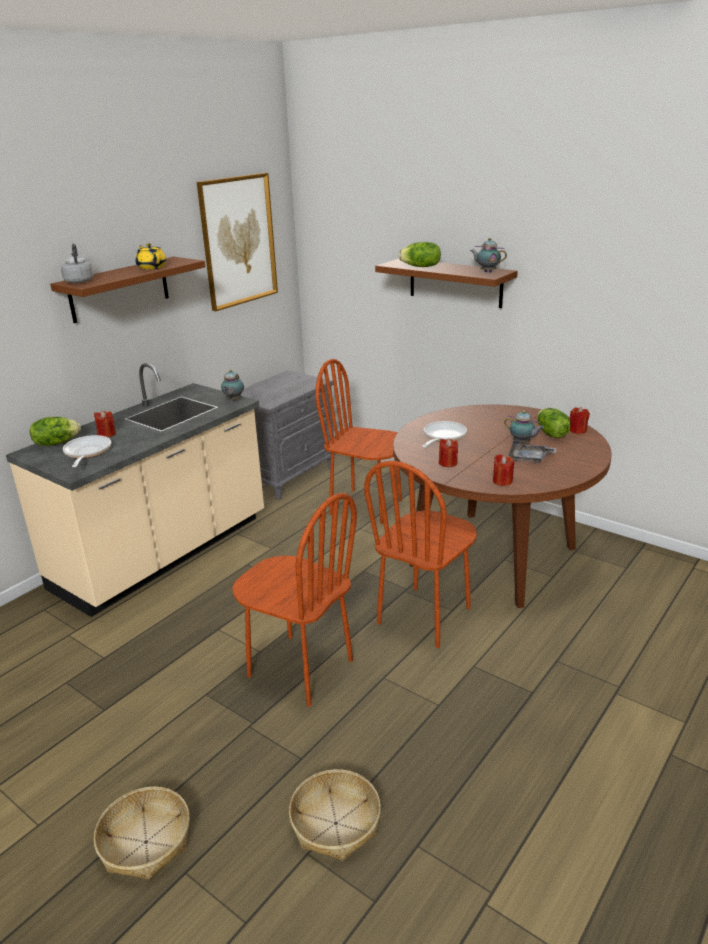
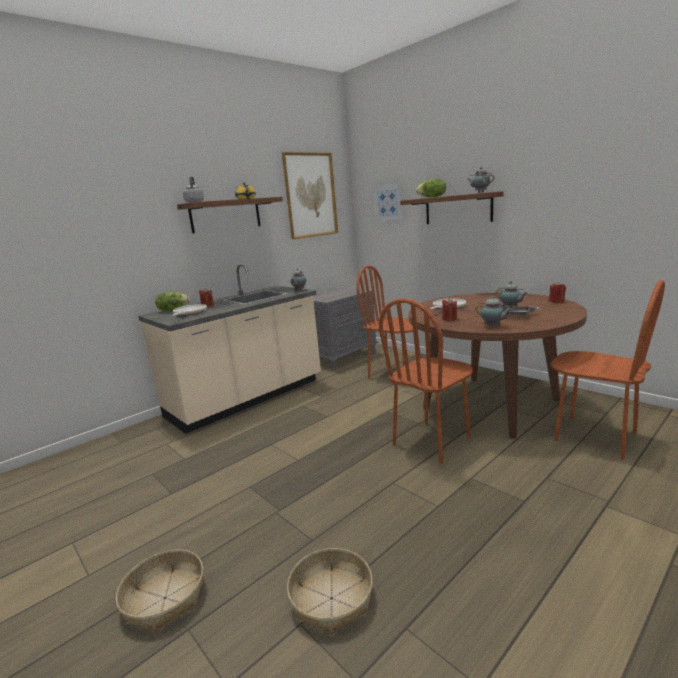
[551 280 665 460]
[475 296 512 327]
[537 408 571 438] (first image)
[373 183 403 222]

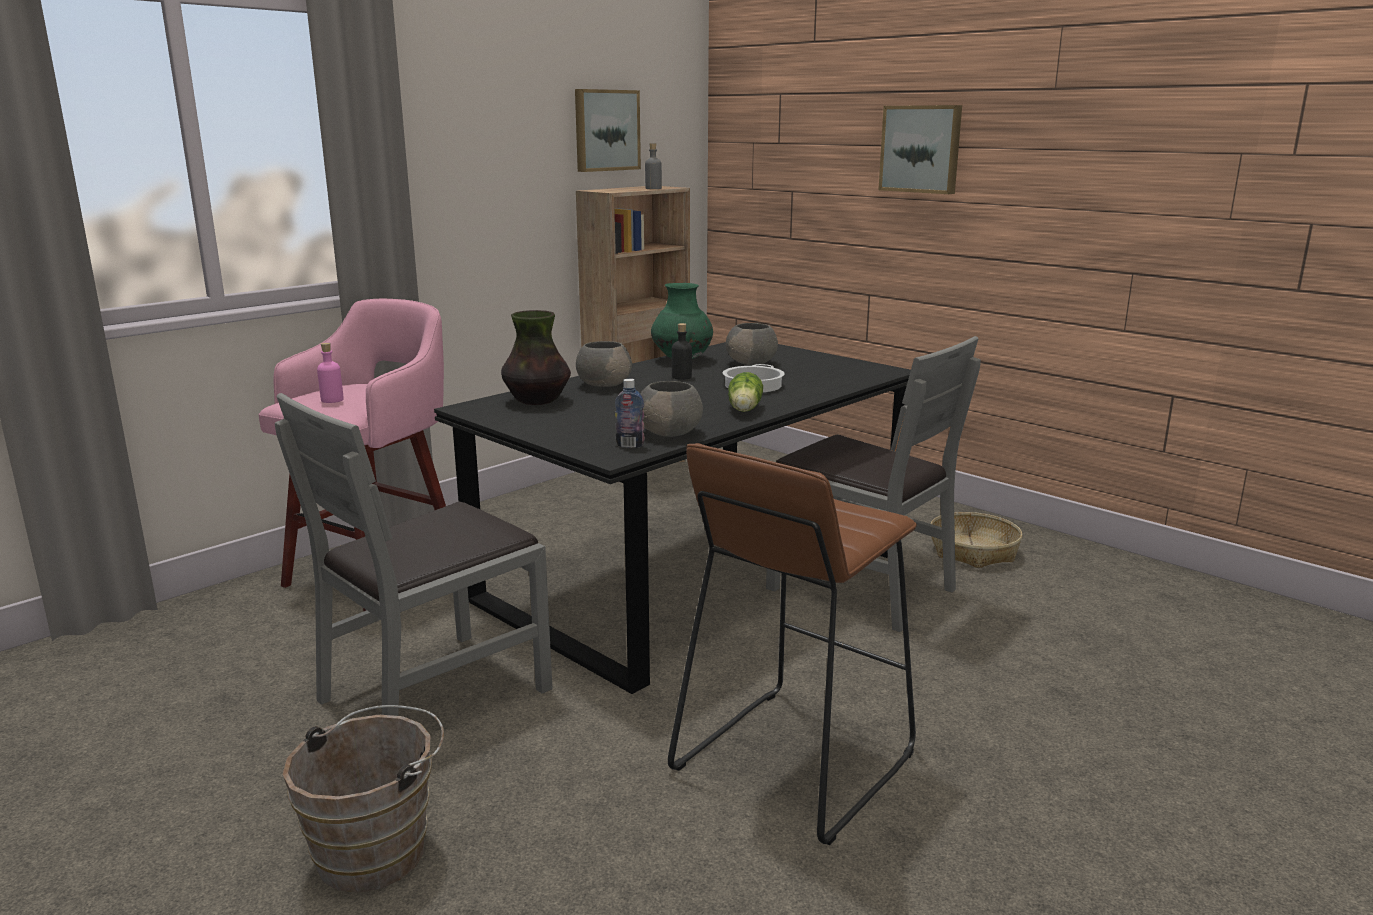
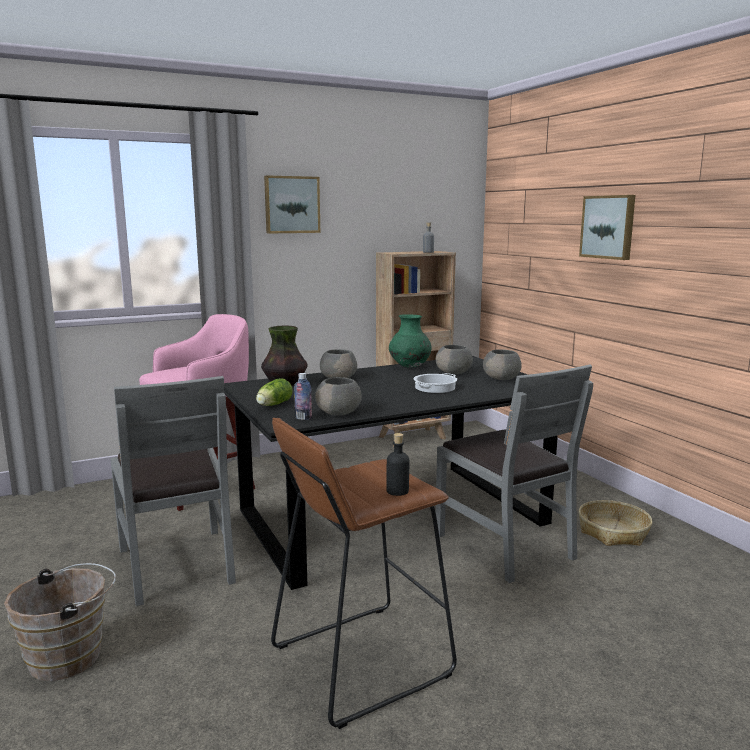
[110 376 236 606]
[317 343 344 403] (first image)
[264 175 320 234]
[386 433 409 496]
[256 378 293 406]
[483 349 522 380]

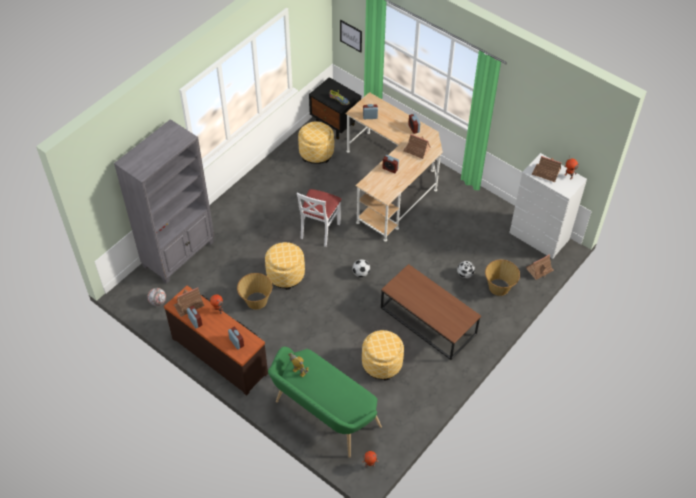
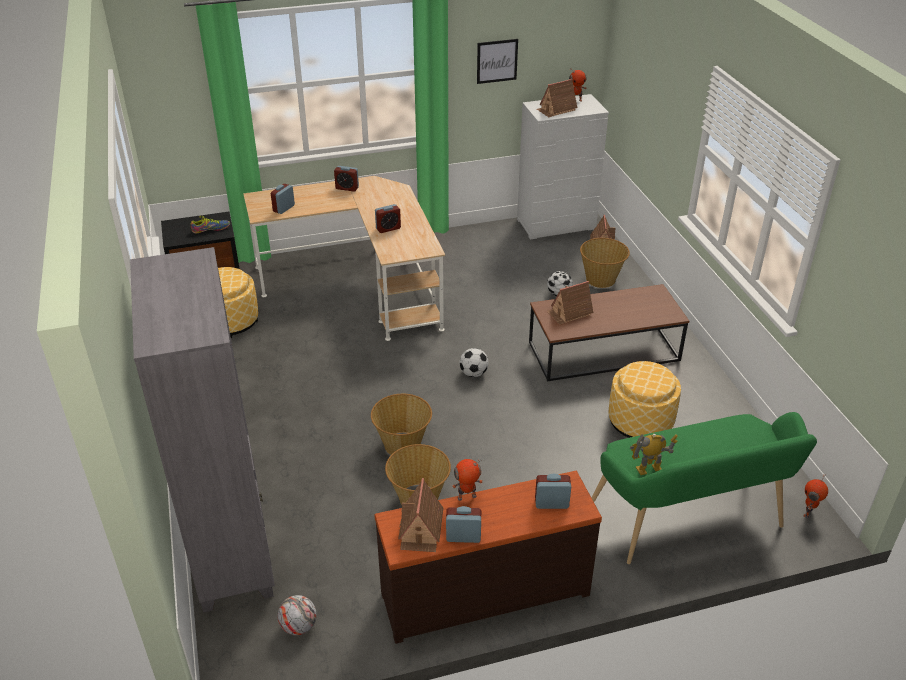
[371 394 432 455]
[297 189 341 247] (first image)
[477 39 518 84]
[547 281 594 325]

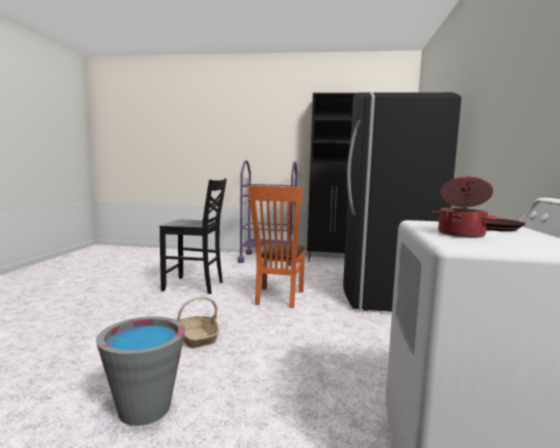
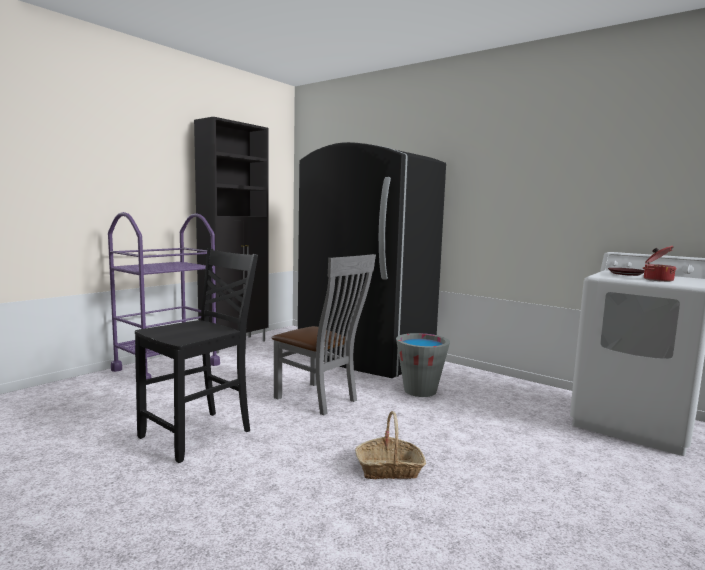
[396 333 450 397]
[271 254 376 415]

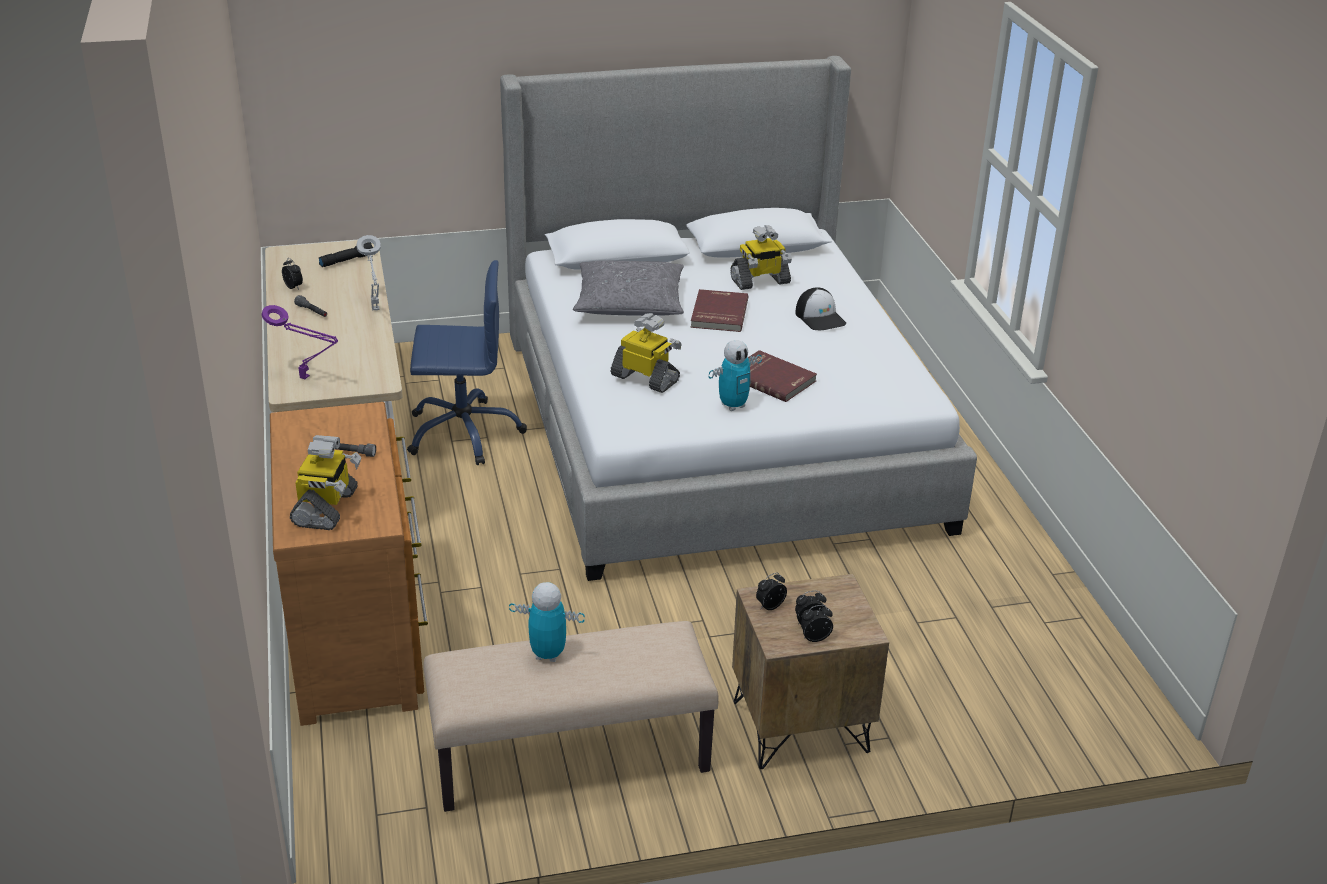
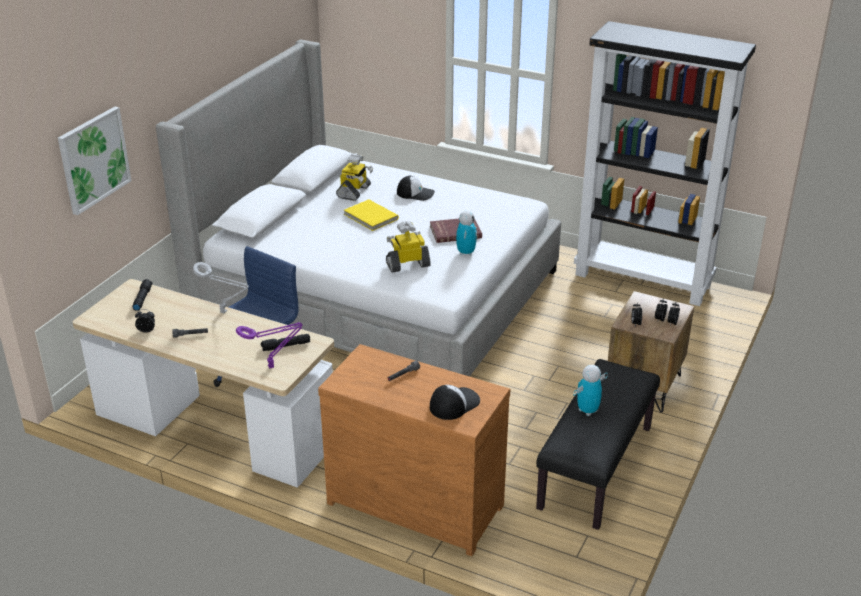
[430 385 480 420]
[536 359 660 530]
[573 260 684 316] (first image)
[344 199 399 231]
[58 107 132 215]
[261 334 310 351]
[574 21 756 306]

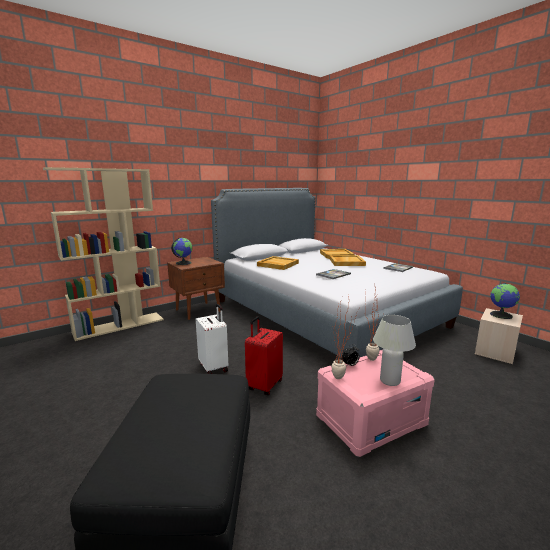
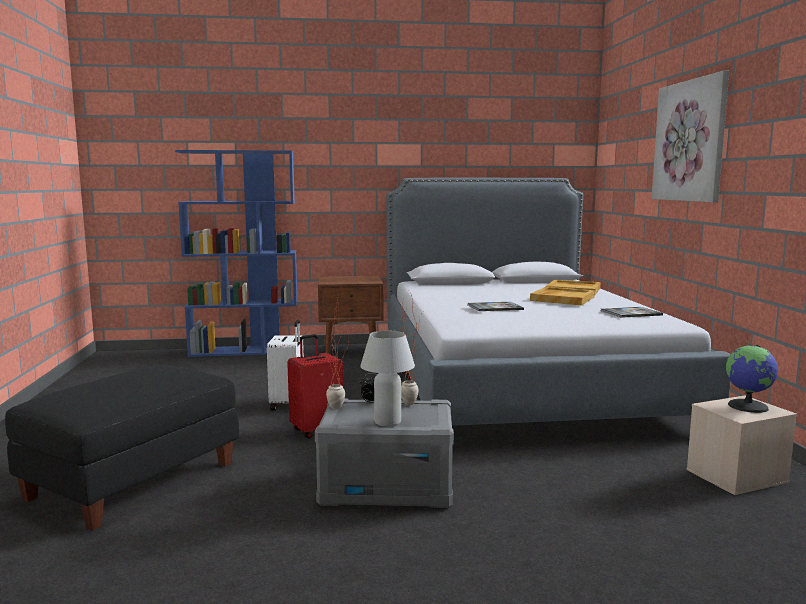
[175 150 298 357]
[171 238 193 265] (first image)
[257 256 299 270] (first image)
[315 398 454 508]
[652 70 729 202]

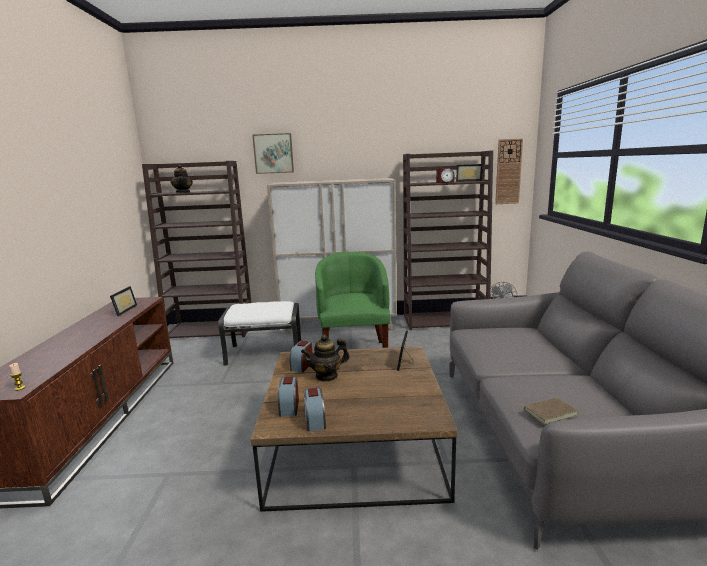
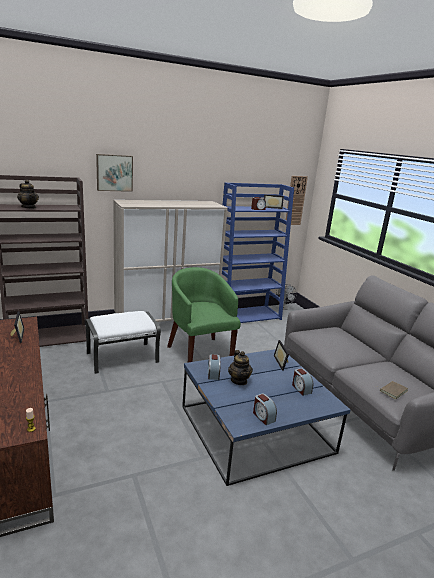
[182 349 350 486]
[292 368 313 396]
[228 350 253 385]
[222 182 294 323]

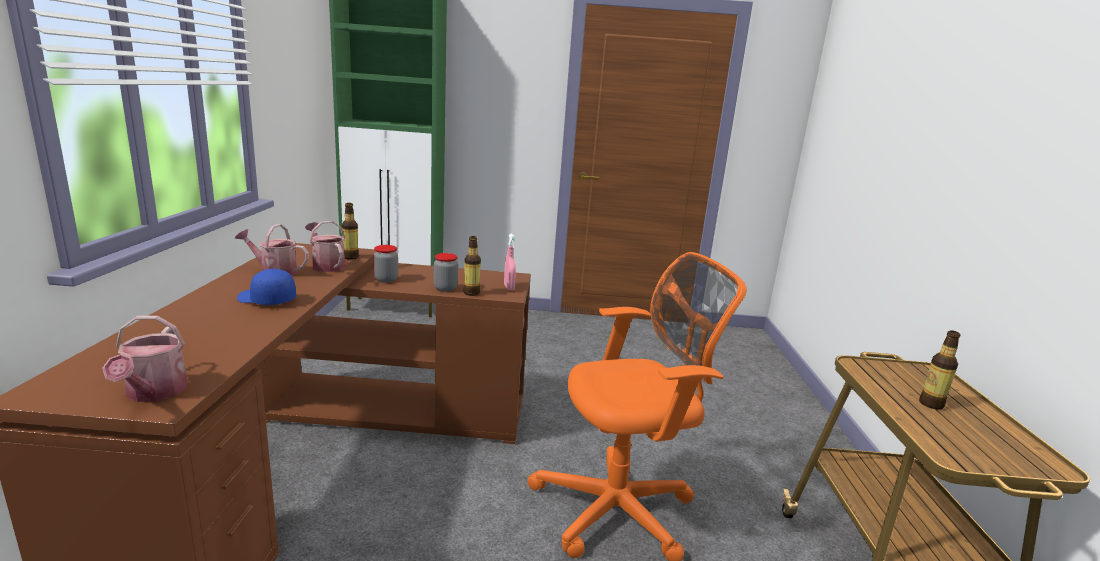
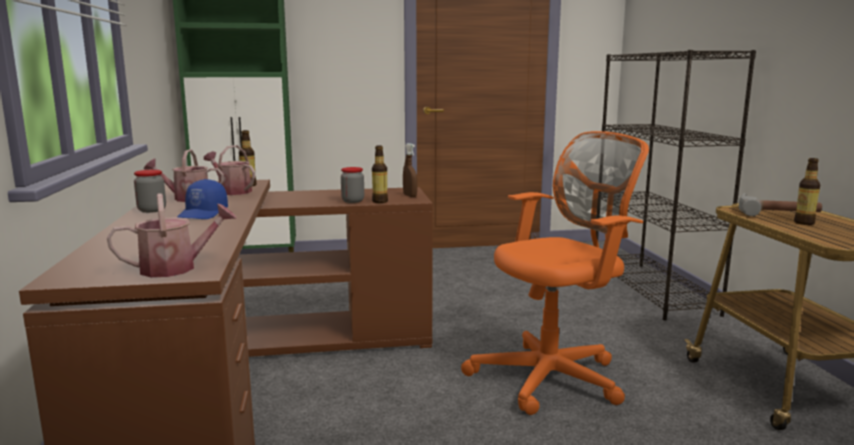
[107 193 237 277]
[177 179 228 219]
[134 170 166 213]
[403 143 417 197]
[596 50 756 320]
[738 193 822 216]

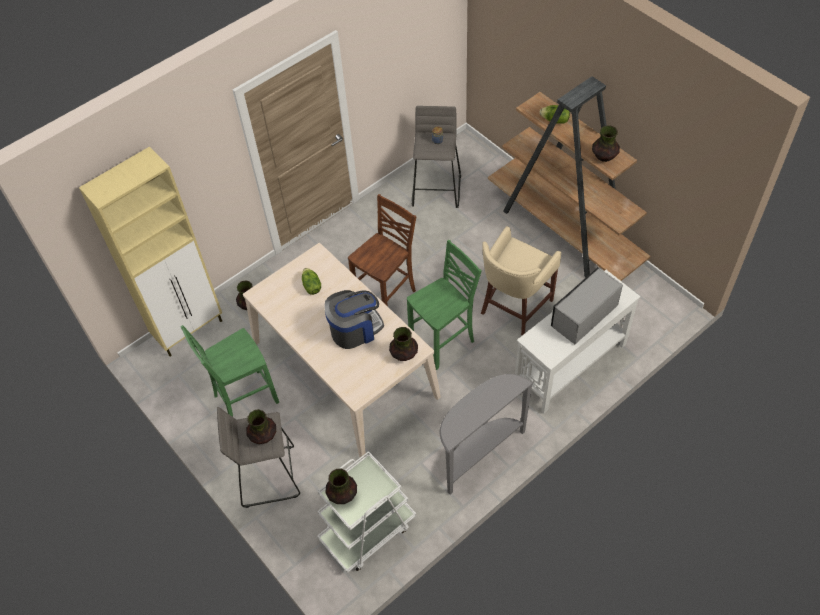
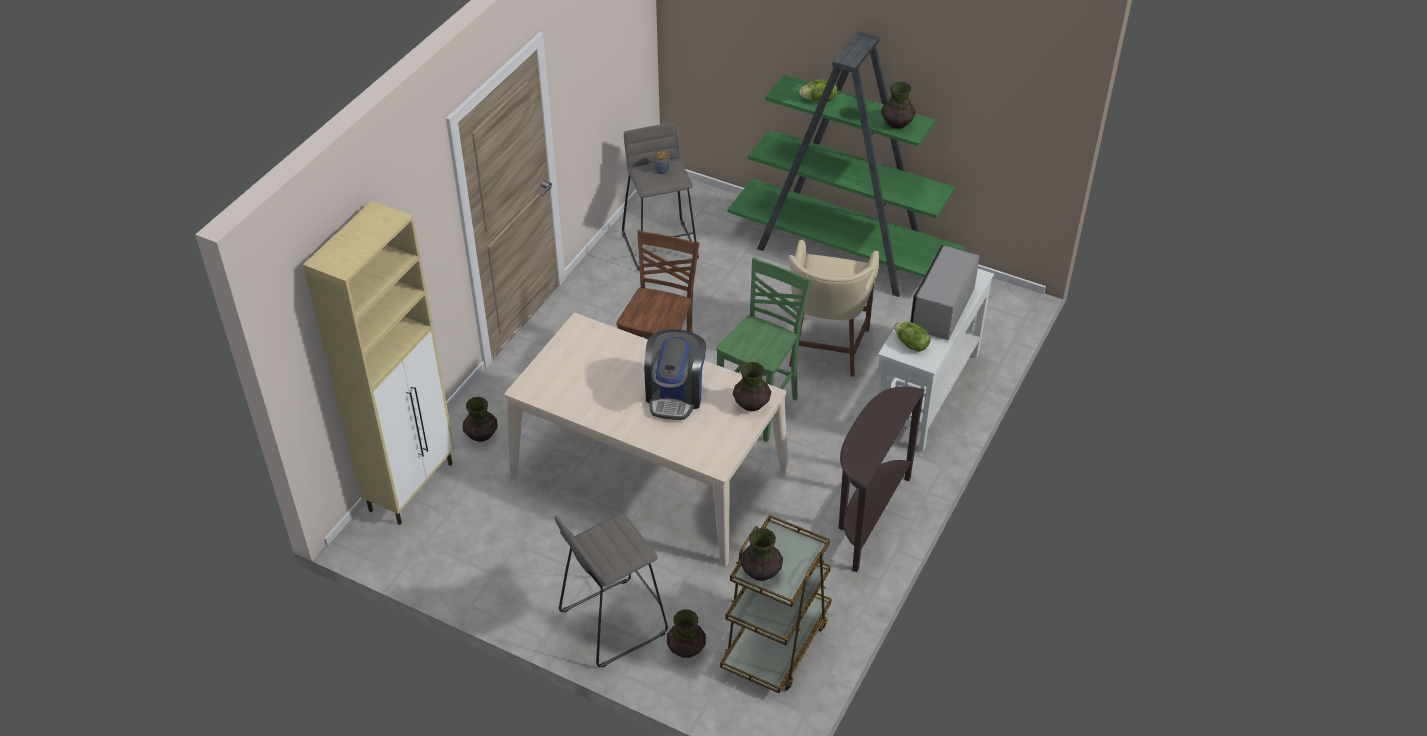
[180 325 279 417] (first image)
[667 610 706 658]
[894 322 931 352]
[720 515 832 693]
[644 329 706 420]
[838 386 925 572]
[727 31 966 297]

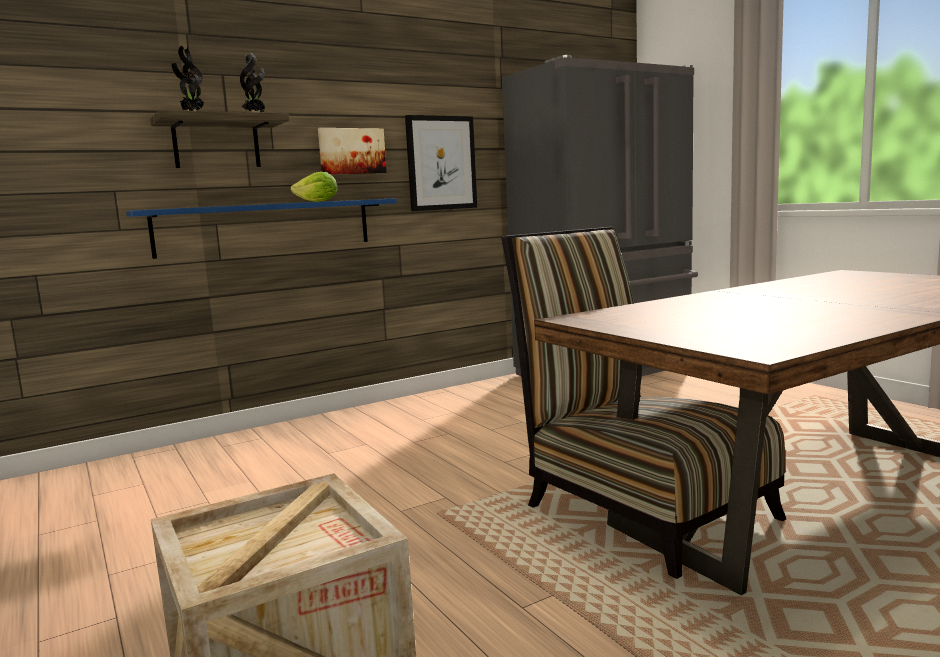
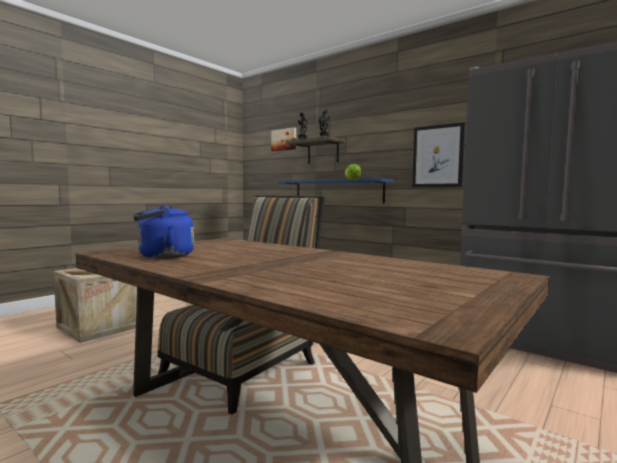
[271 127 296 151]
[133 204 194 259]

